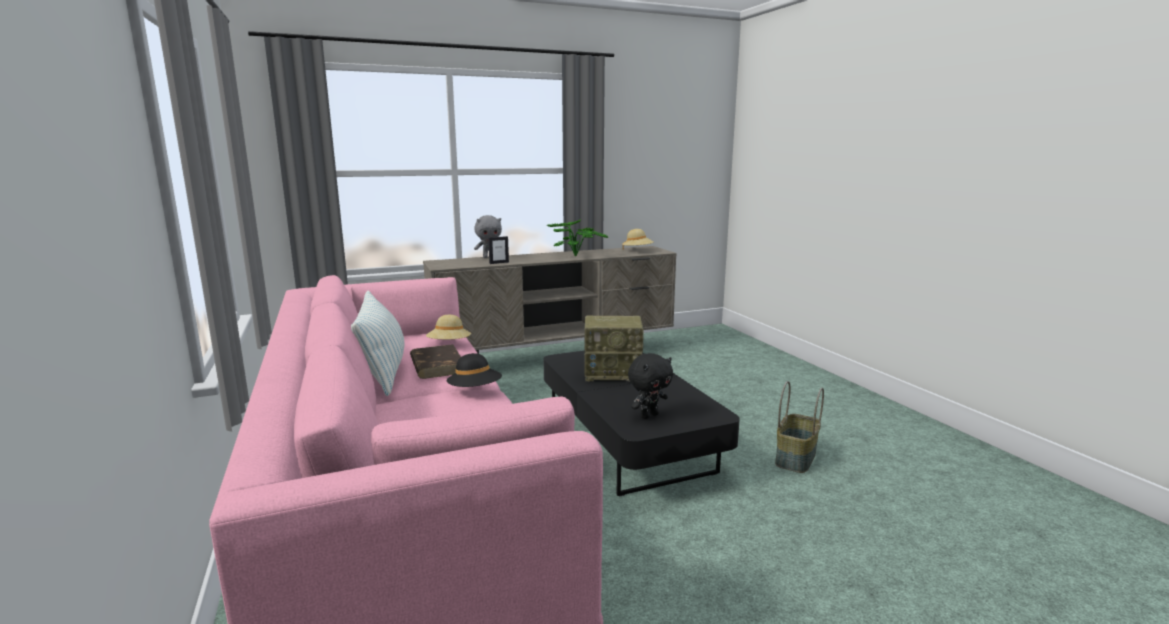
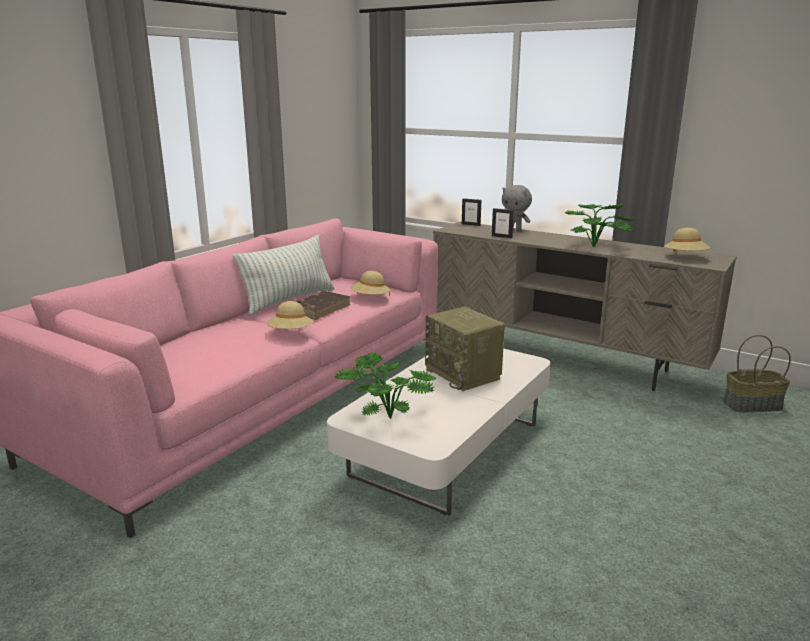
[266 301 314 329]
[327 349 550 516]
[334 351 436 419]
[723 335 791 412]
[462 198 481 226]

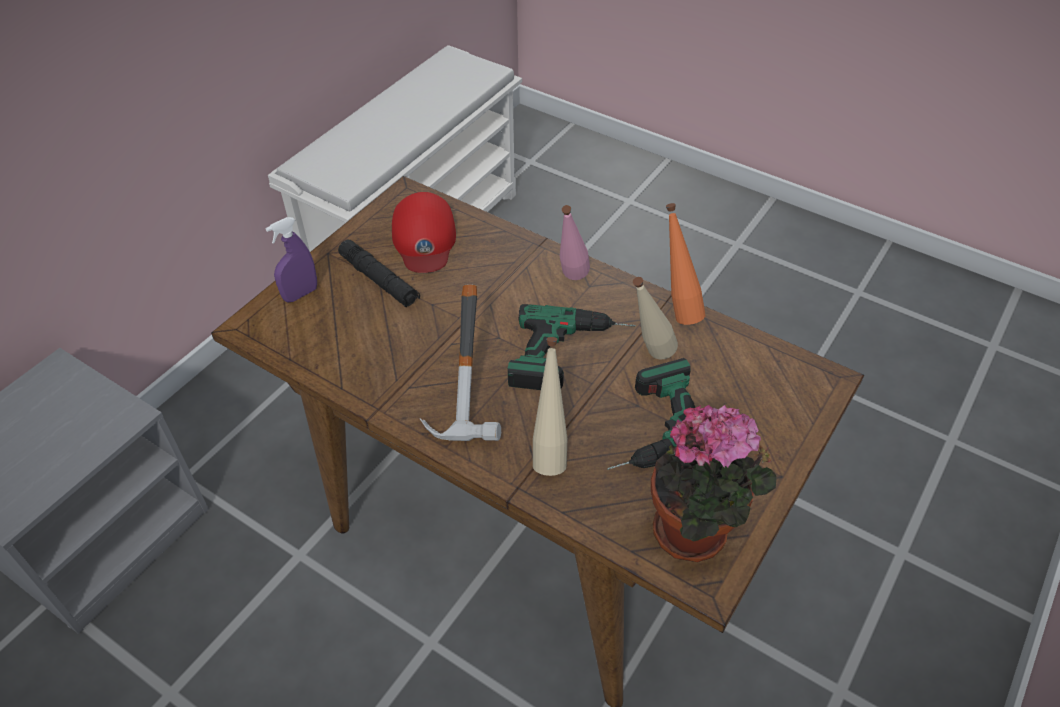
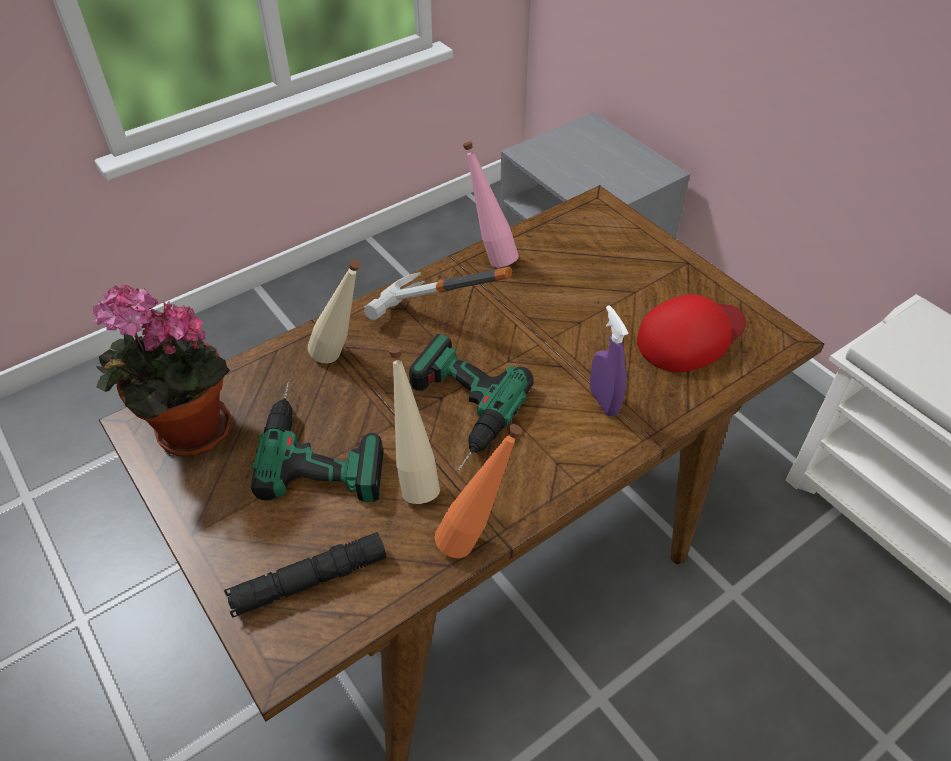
[590 305 629 416]
[224 532 387 618]
[637 294 746 372]
[463 141 519 267]

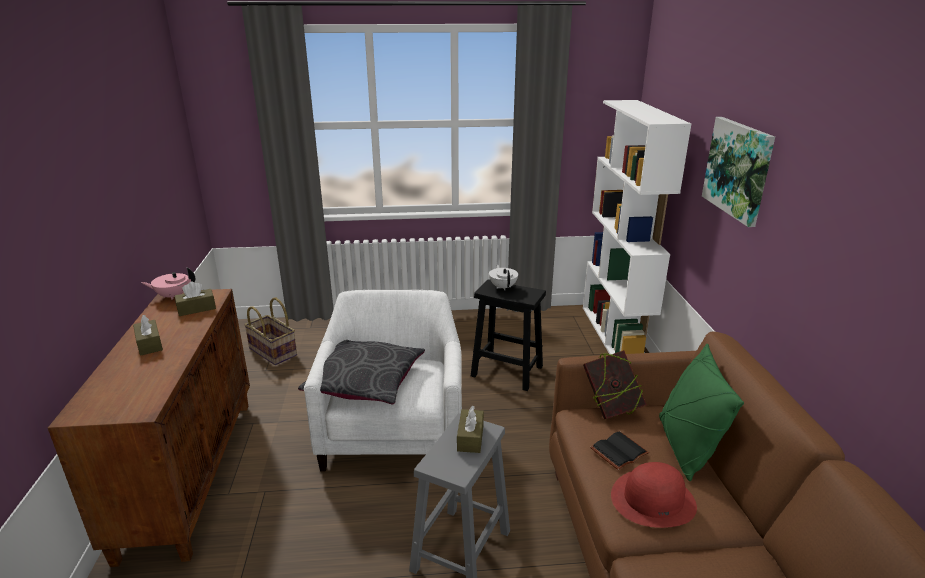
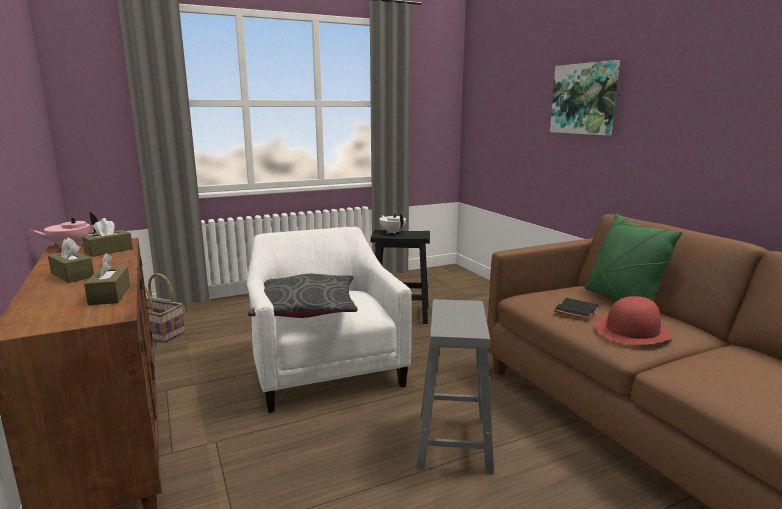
[84 253 131 305]
[583 100 691 355] (first image)
[583 350 647 420] (first image)

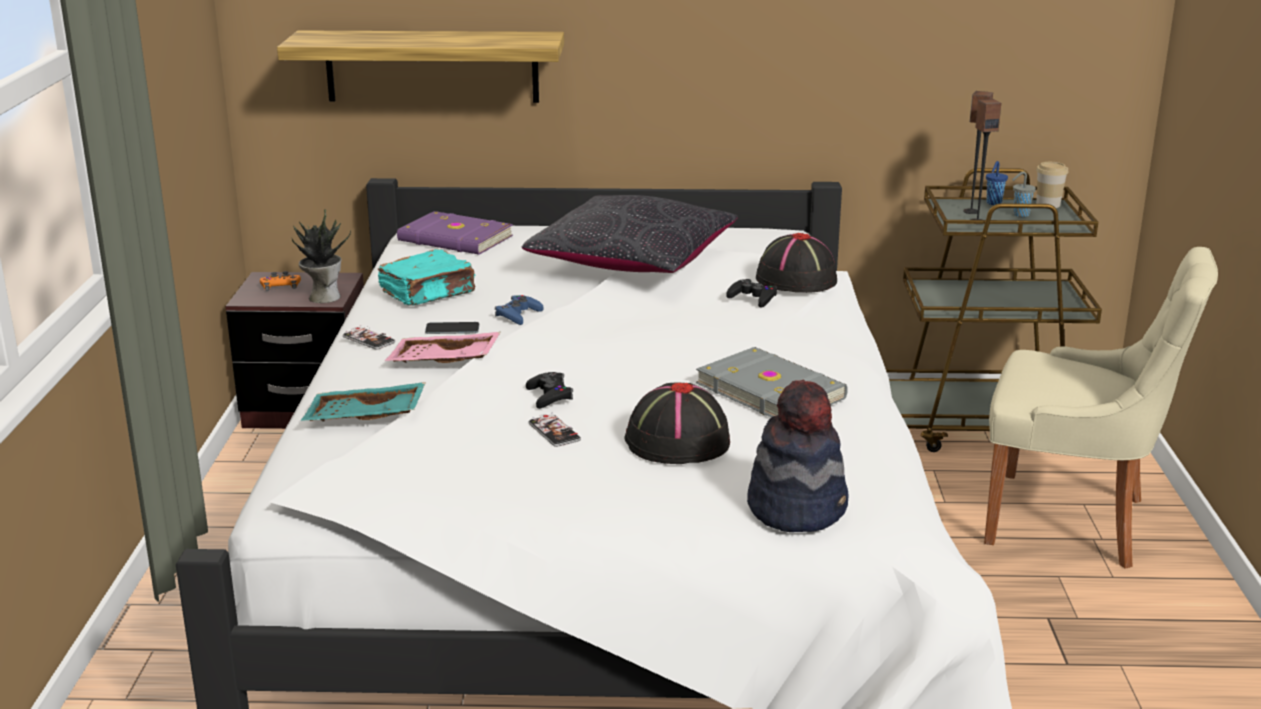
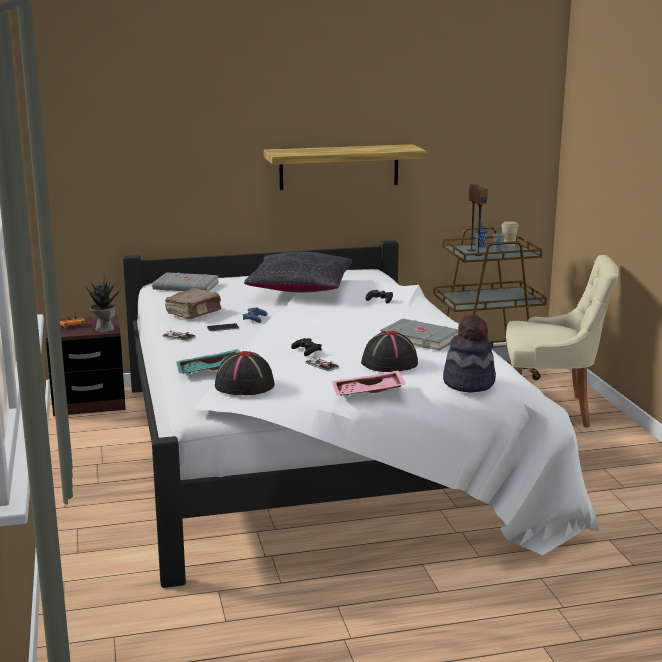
[264 144 427 190]
[165 288 221 319]
[332 370 406 396]
[152 272 219 292]
[215 351 275 395]

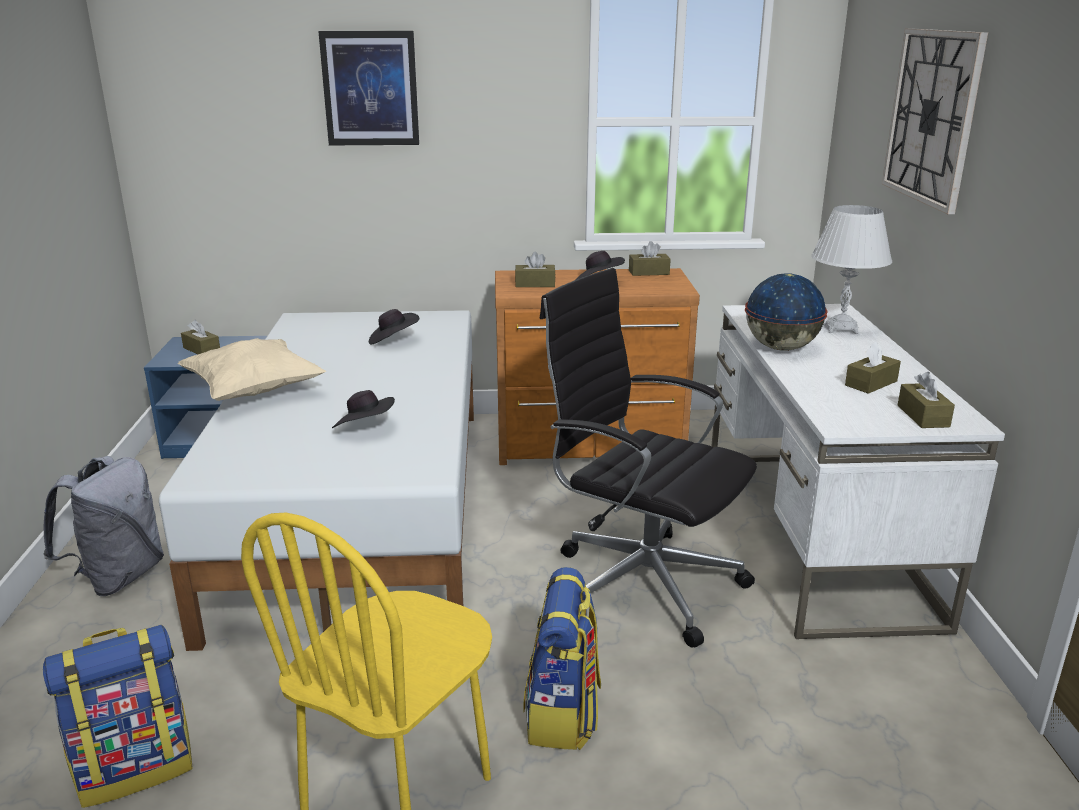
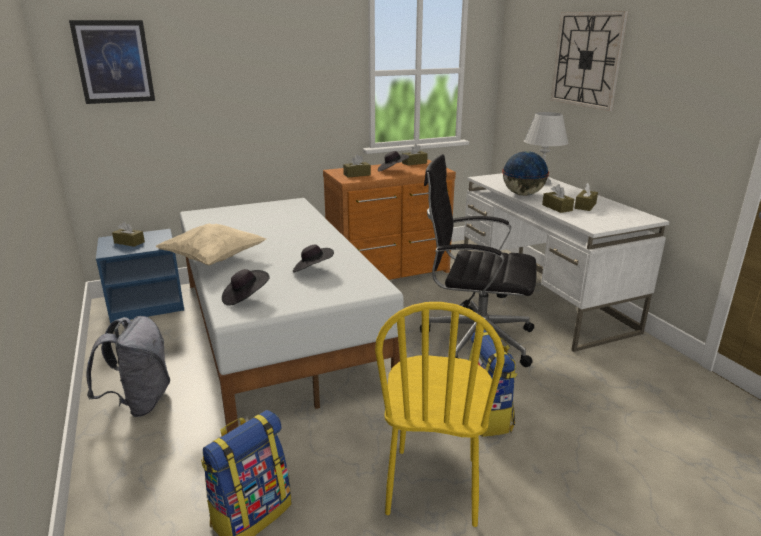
[69 20 155 104]
[222 269 270 306]
[542 184 574 213]

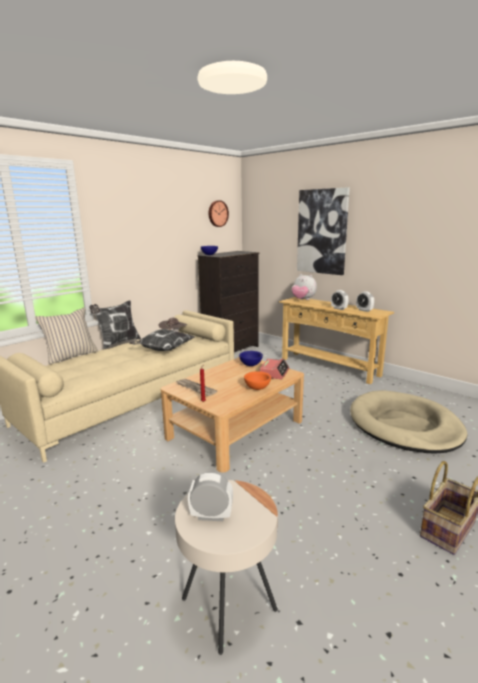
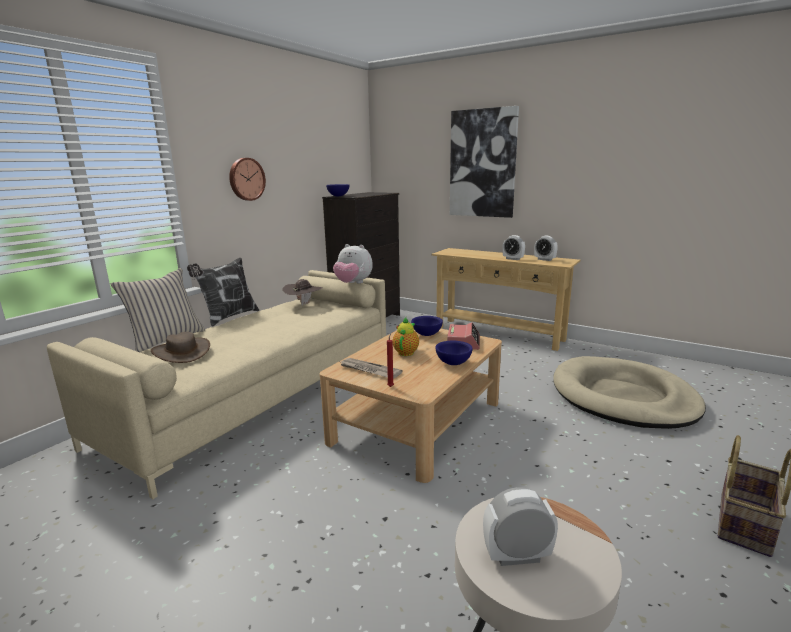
[129 329 194 351] (first image)
[229 158 266 201]
[435 341 473 365]
[333 244 373 284]
[151 332 210 363]
[392 317 419 356]

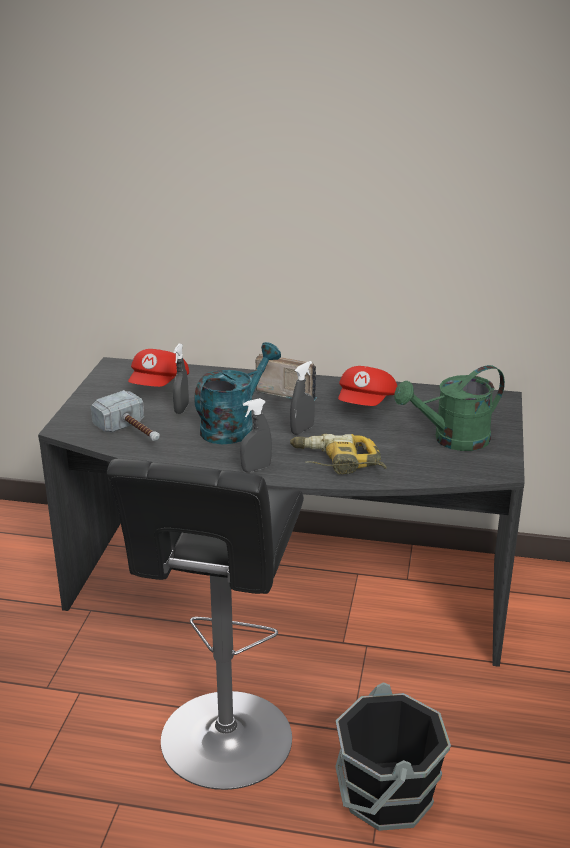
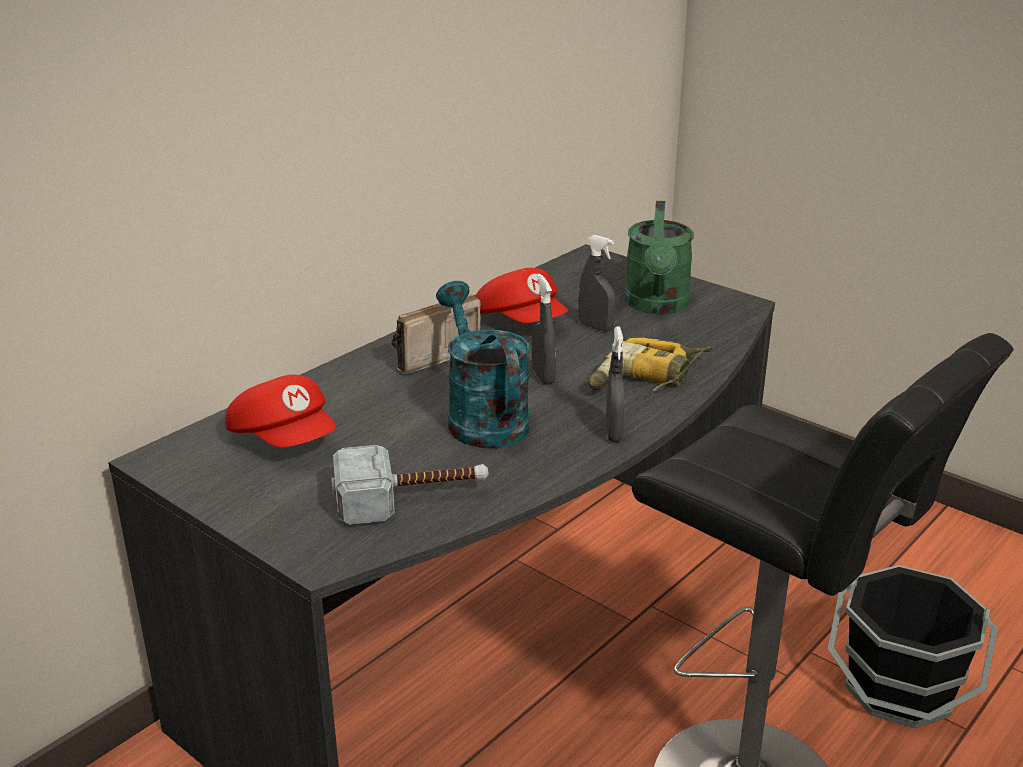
[578 235 616 332]

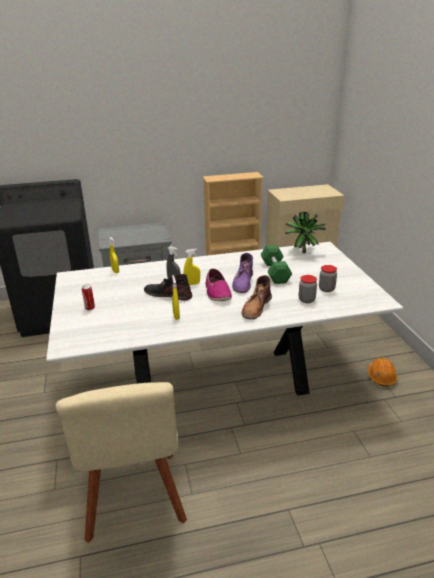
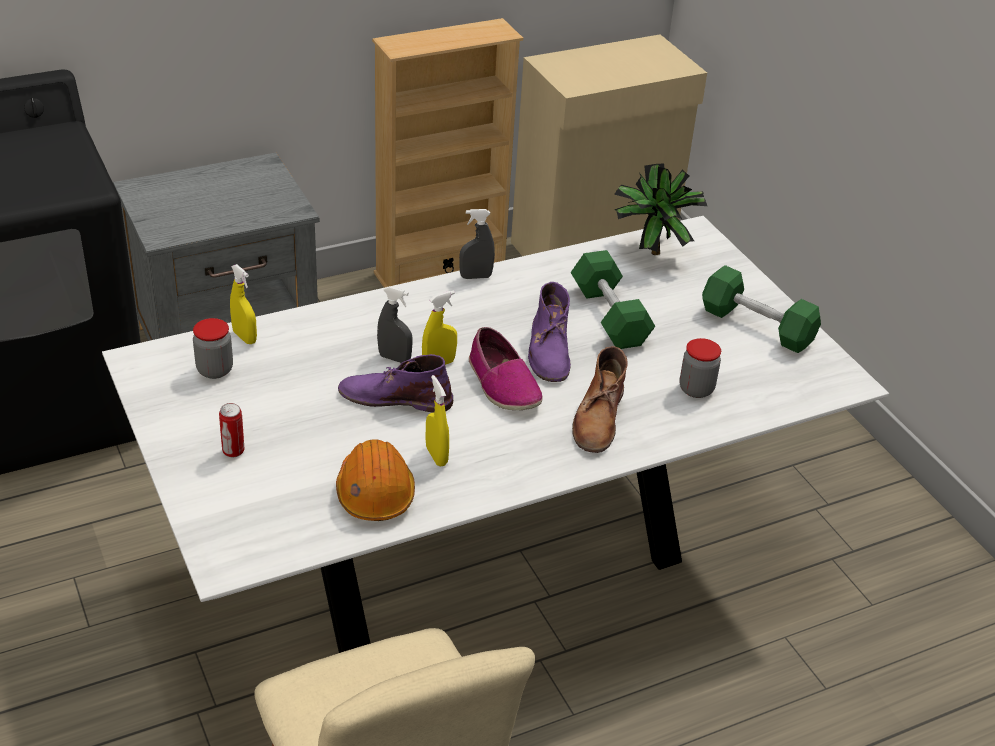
[338 354 453 413]
[193 318 233 379]
[336 439 415 521]
[459 209 495 279]
[702 265 821 353]

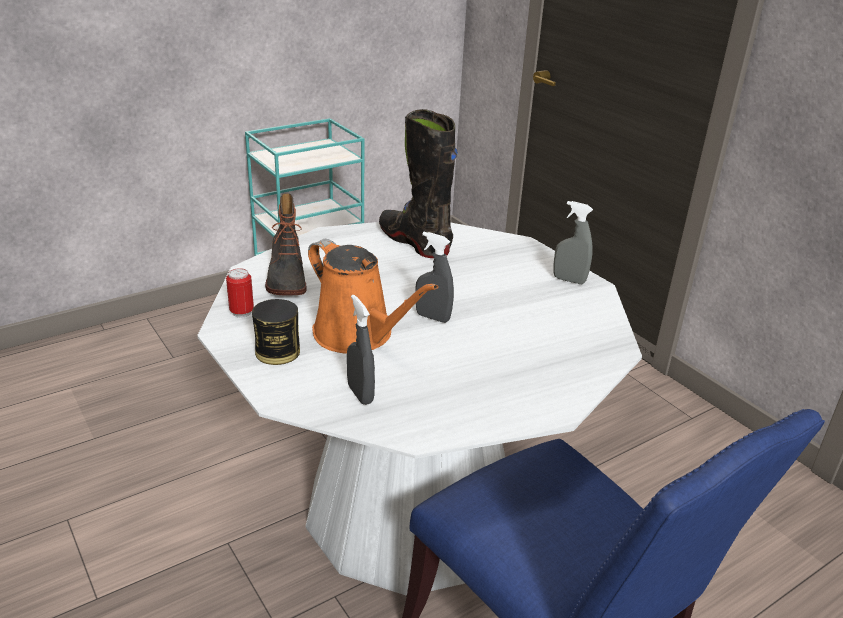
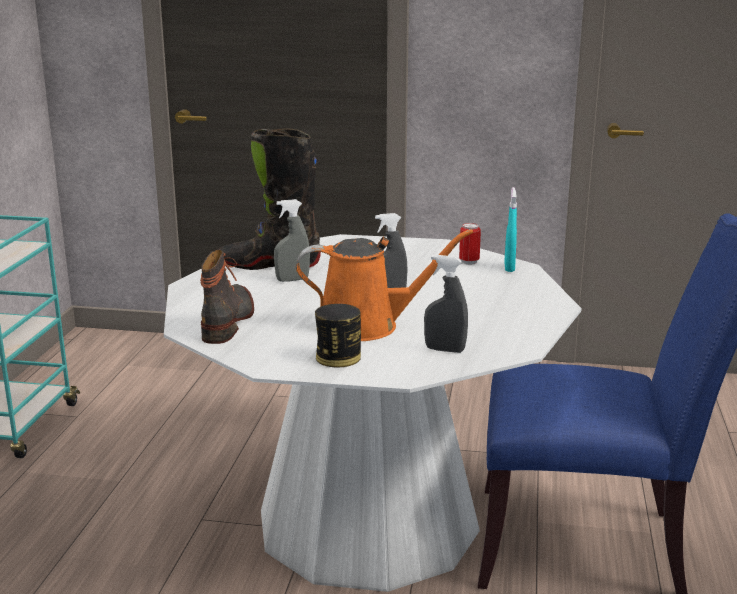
[459 223 481 265]
[200 250 254 344]
[274 199 310 282]
[504 187 517 272]

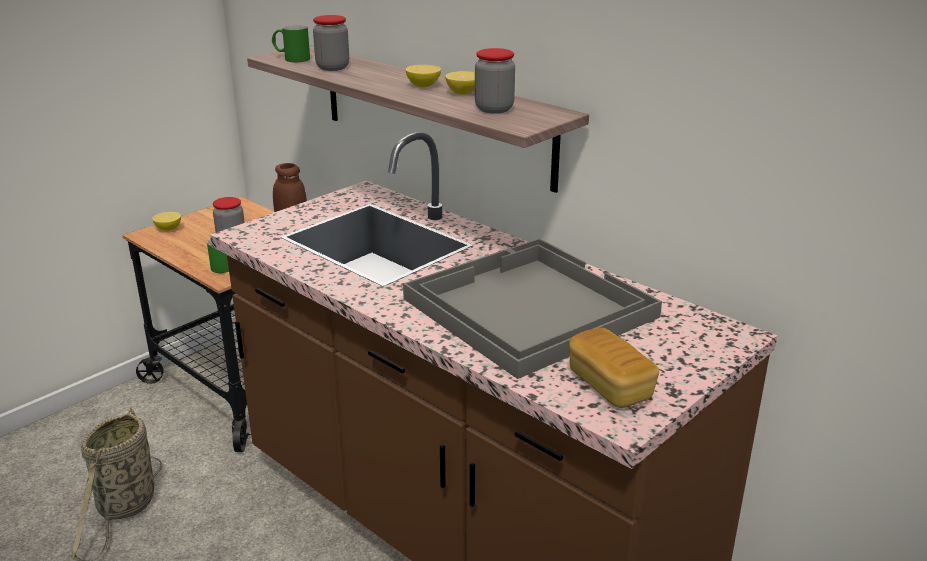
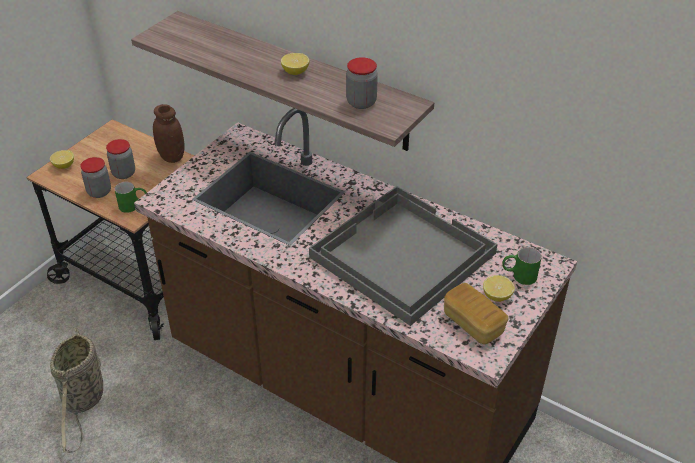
[502 247 542 285]
[80 157 111 198]
[483 275 515 302]

